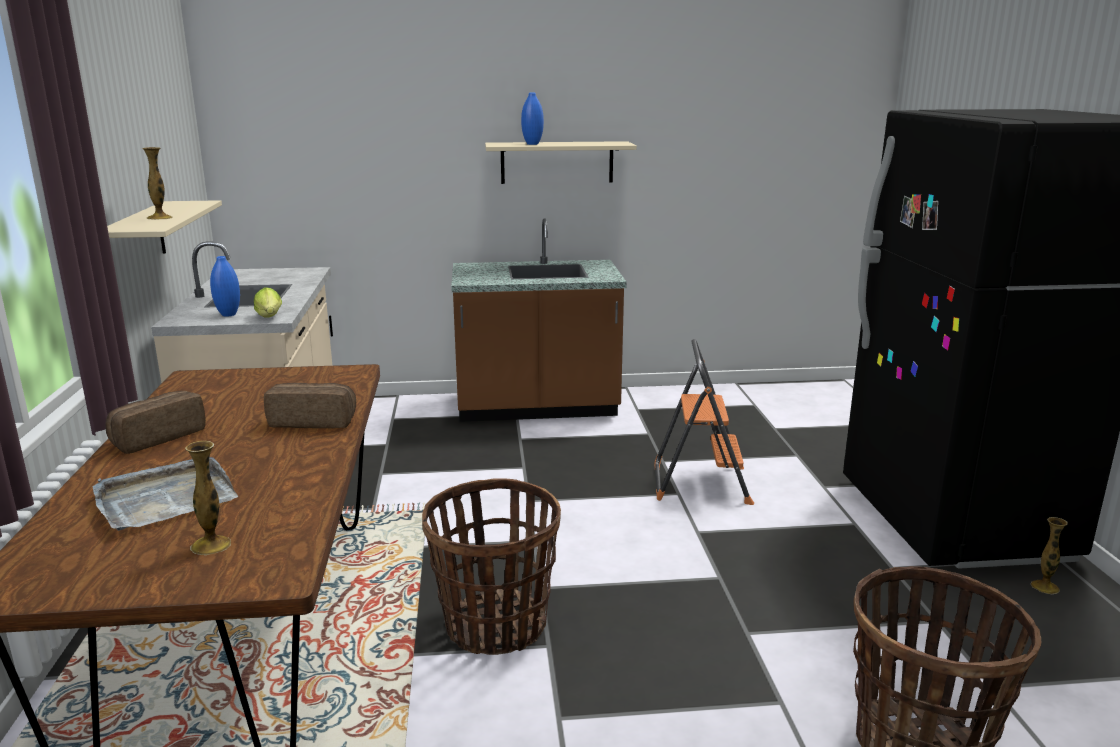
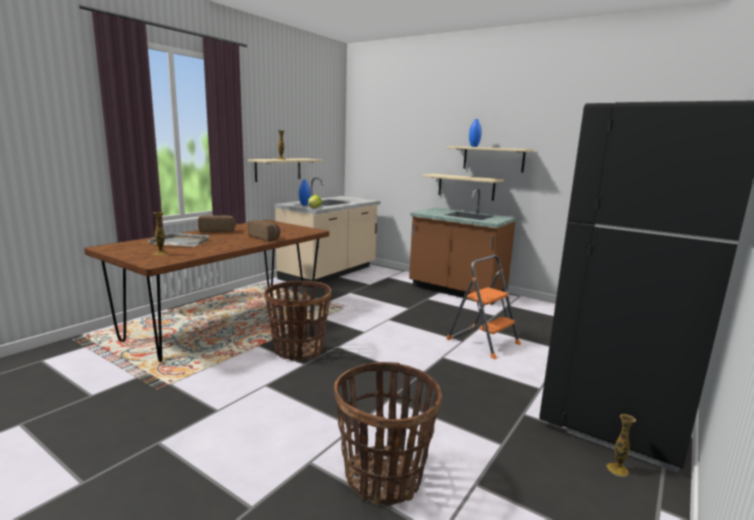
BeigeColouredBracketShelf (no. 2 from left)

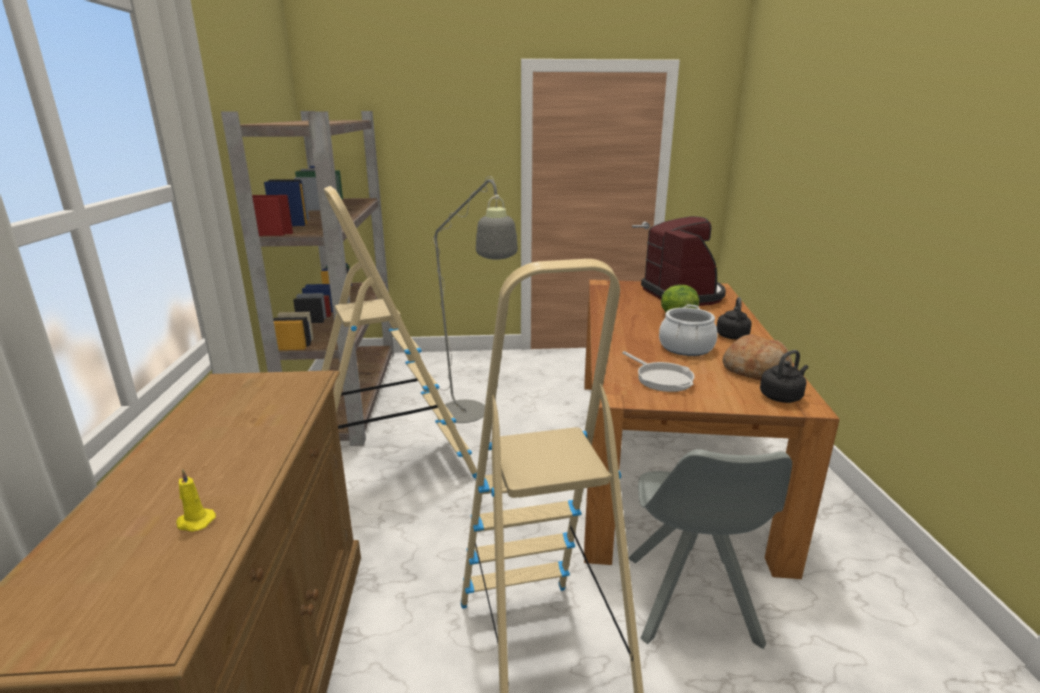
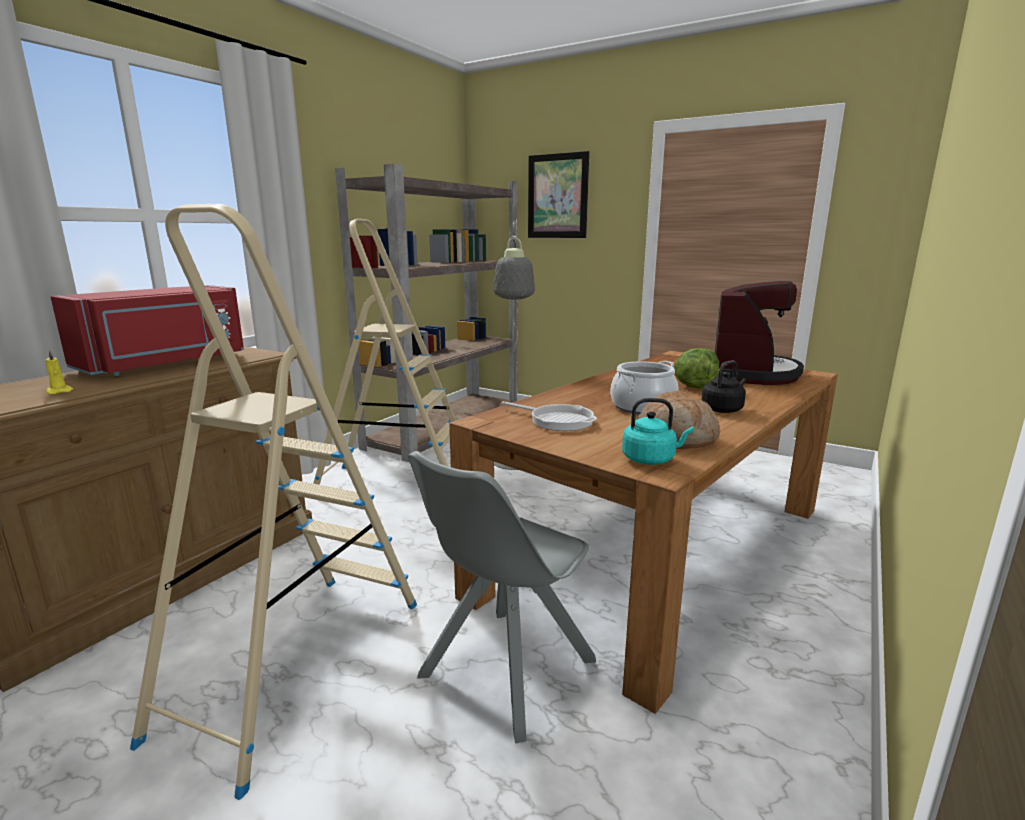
TurquoiseColouredKettle; FryingPan; WallPicture; ReddishKitchenMicrowave

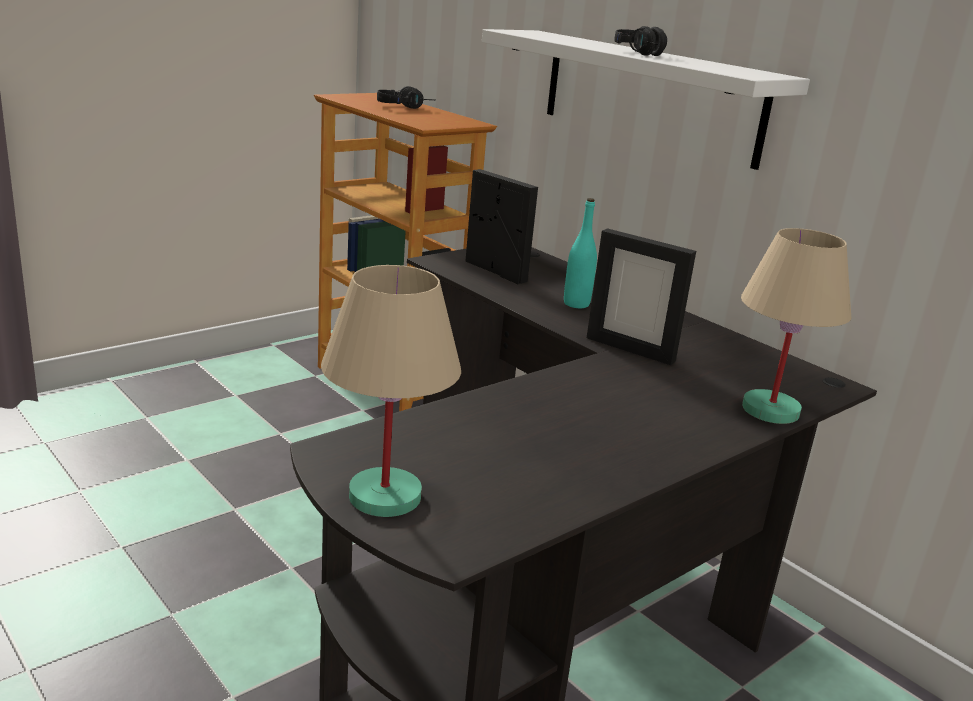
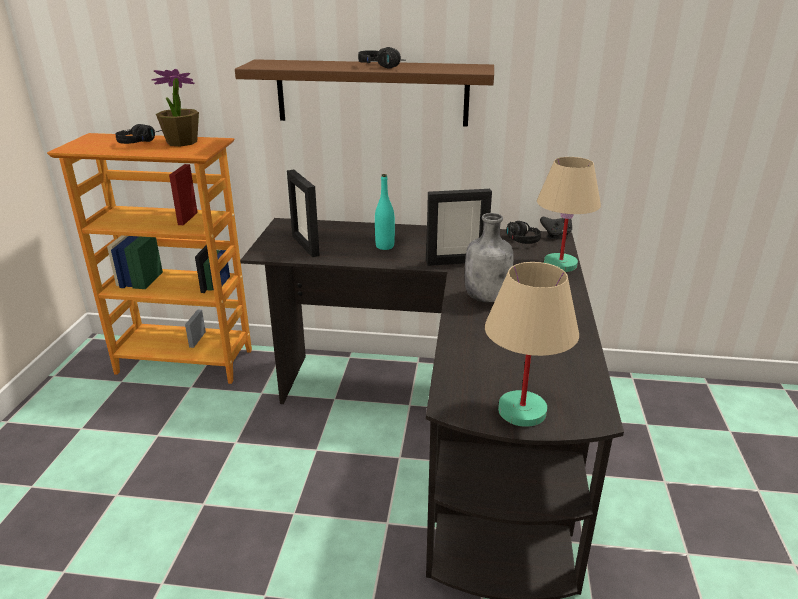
BrownColouredBracketShelf; StandingFrame (no. 1 from left); Houseplant; GreyishDrinkBottle; BlackColouredGameController; BlackColouredPairOfHeadphones (no. 3 from left)

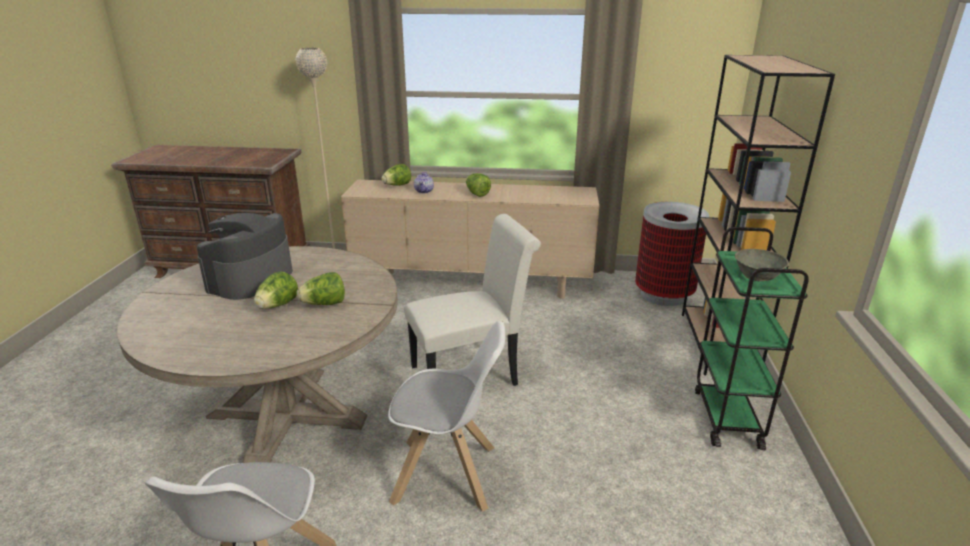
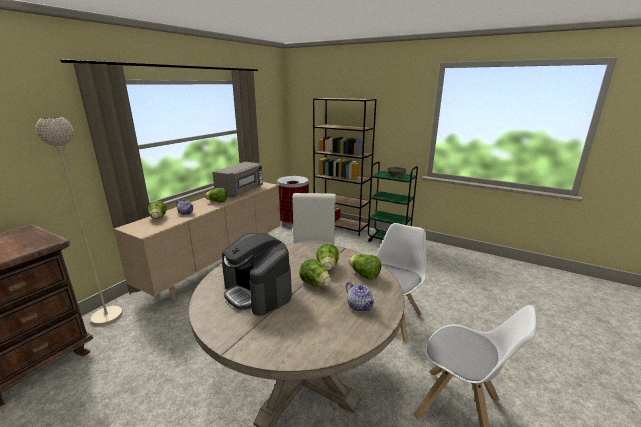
GreyishKitchenMicrowave; HeadOfLettuce (no. 5 from left); Teapot (no. 2 from left)

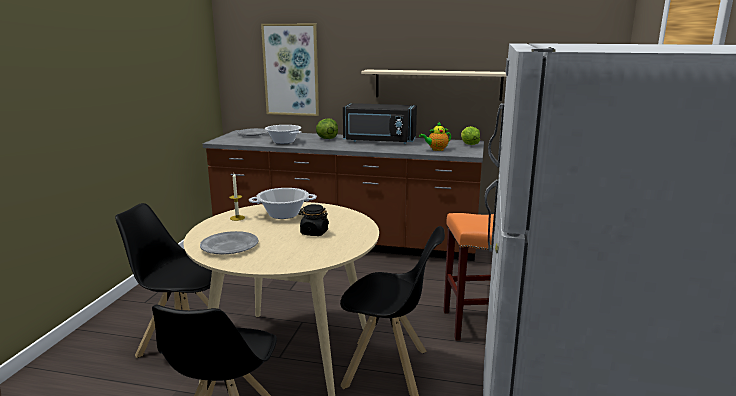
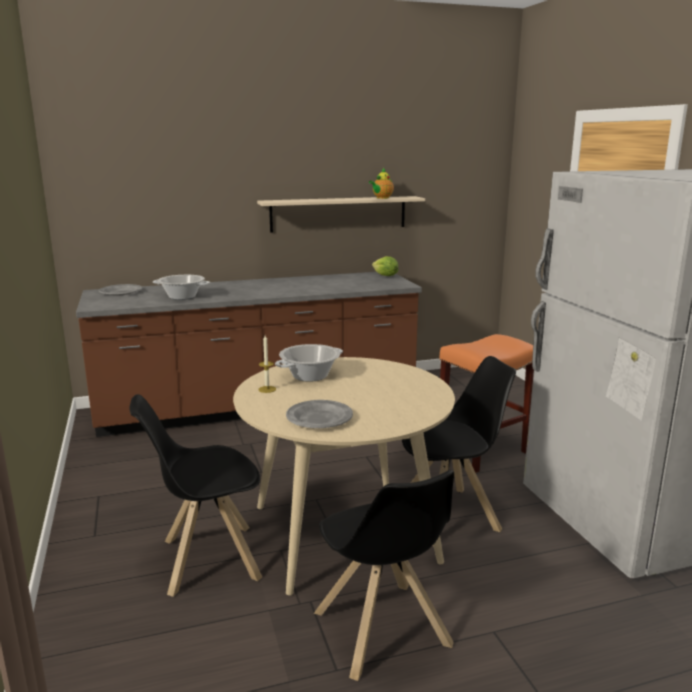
WallPicture; BlackColouredKitchenMicrowave; HeadOfLettuce (no. 1 from left in the first image); Teapot; BlackColouredPreserveJar

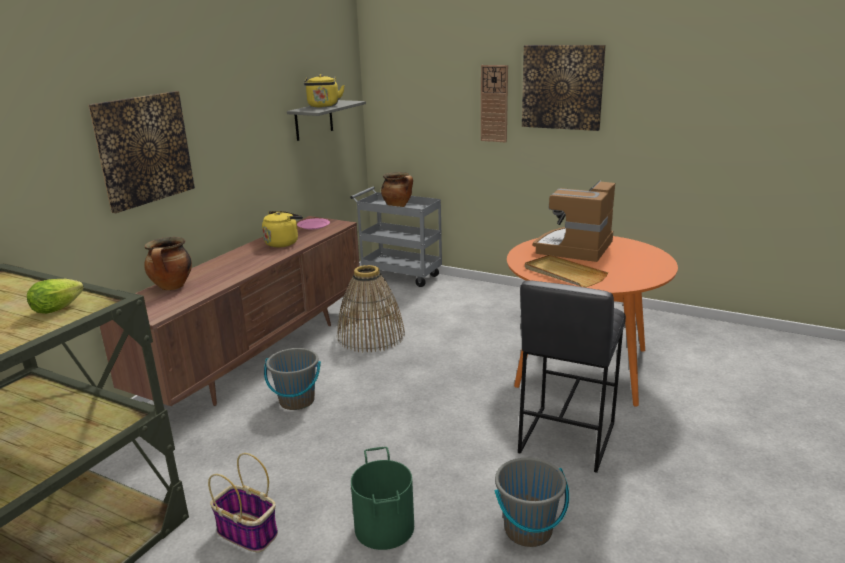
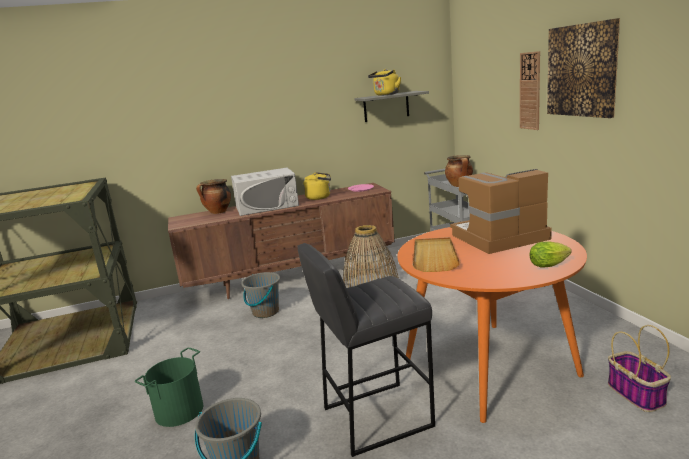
WallPicture (no. 1 from left in the first image); HeadOfLettuce; StorageBasket (no. 2 from left); WhitishKitchenMicrowave

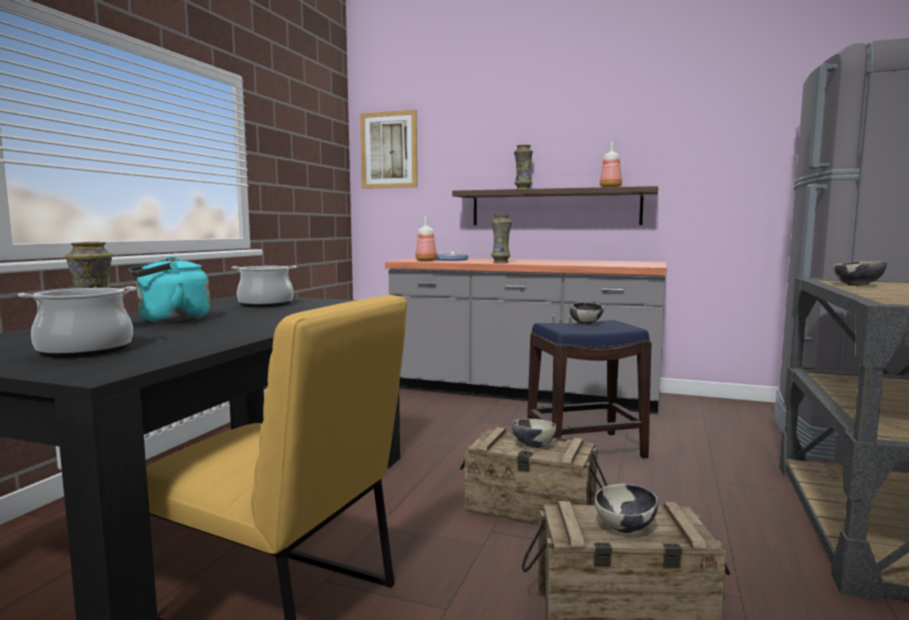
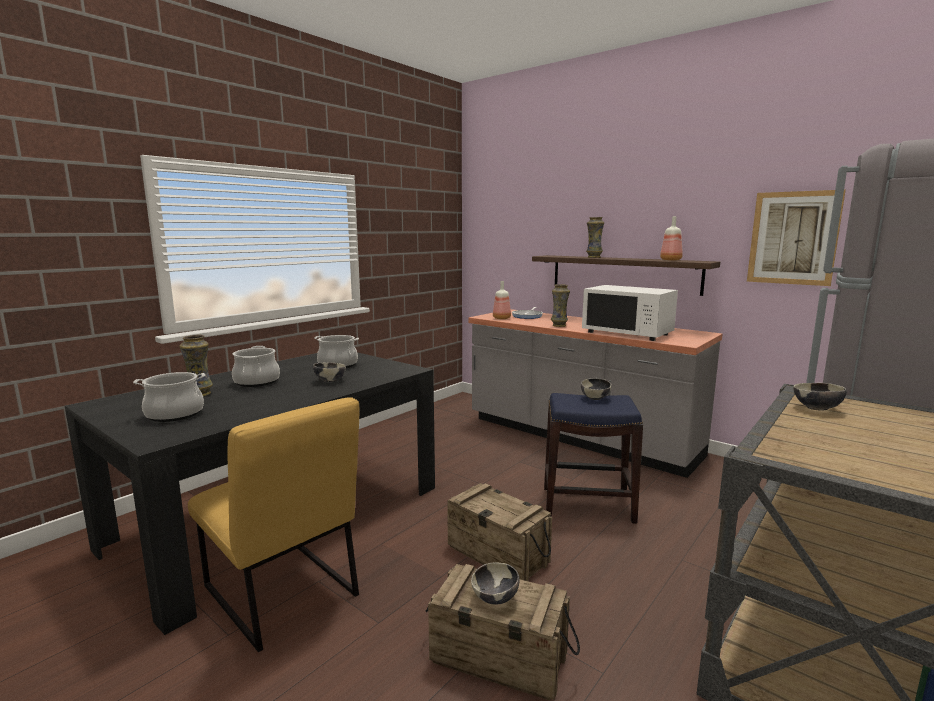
WallPicture; Stockpot (no. 2 from left); Bowl (no. 1 from left); WhitishKitchenMicrowave

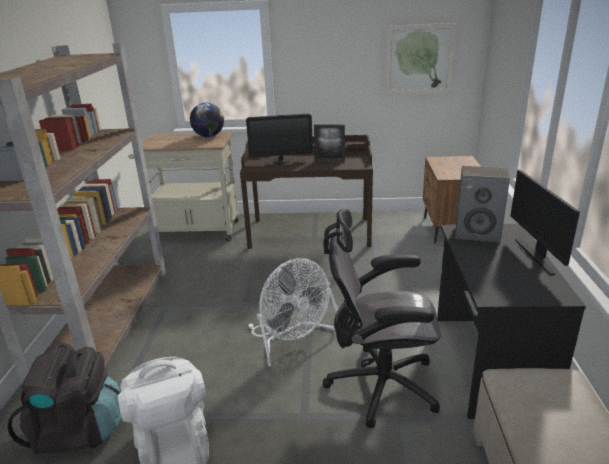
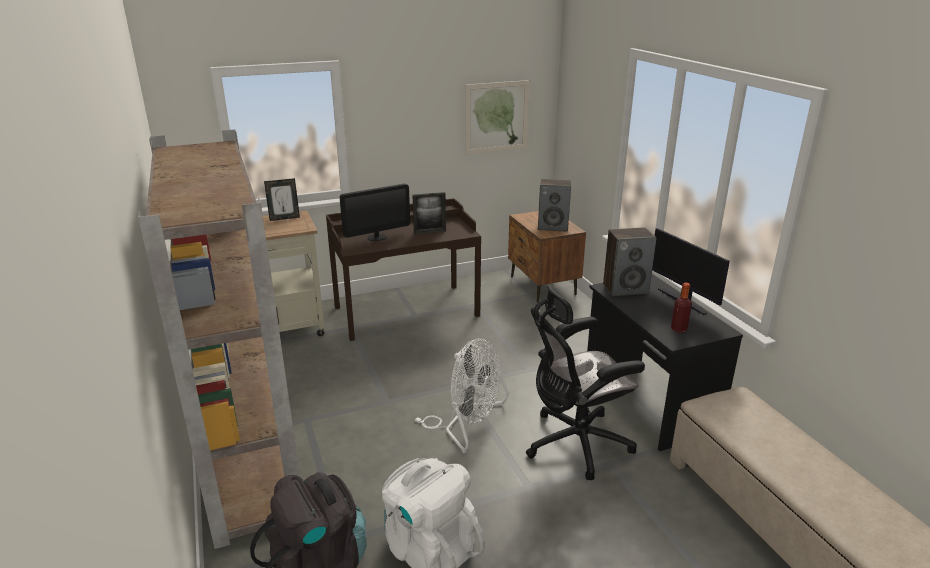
StandingFrame (no. 1 from left); AudioSpeaker (no. 1 from left); DrinkBottle

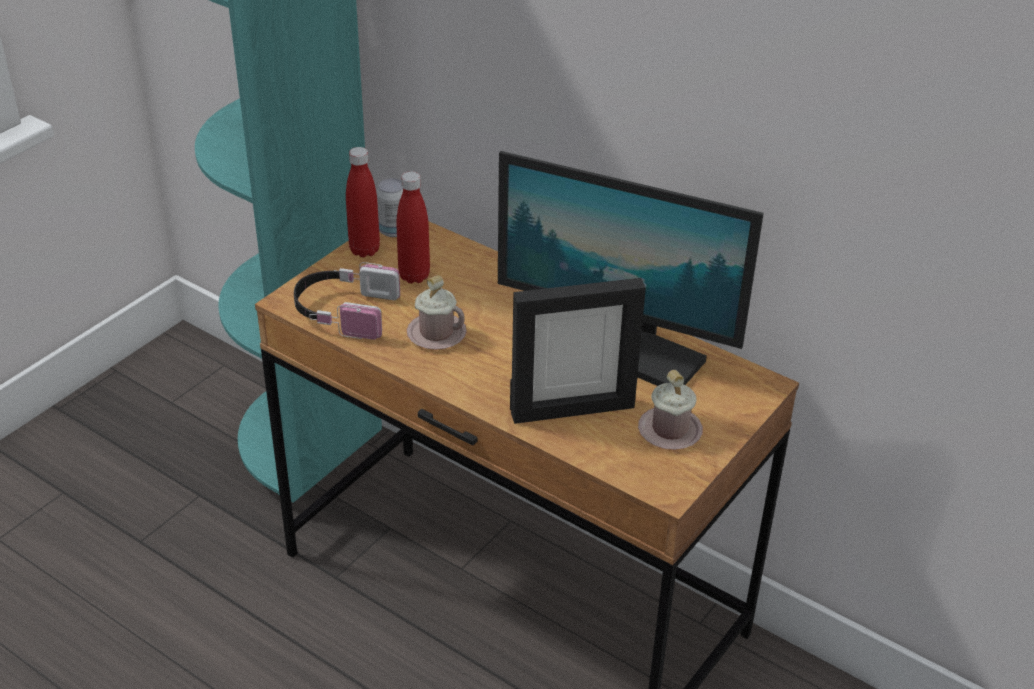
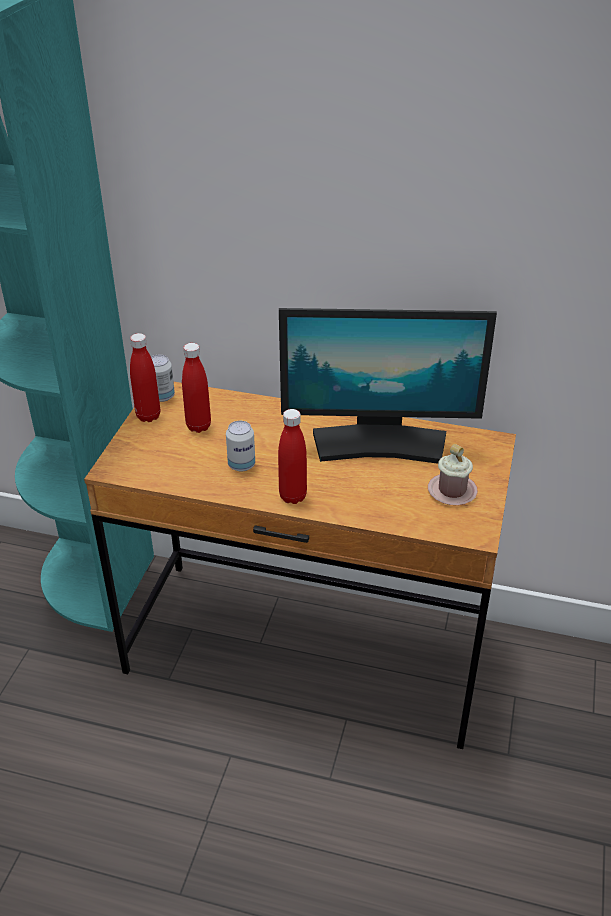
PairOfHeadphones; MetalCan (no. 2 from left); StandingFrame; ReddishDrinkBottle (no. 3 from left)

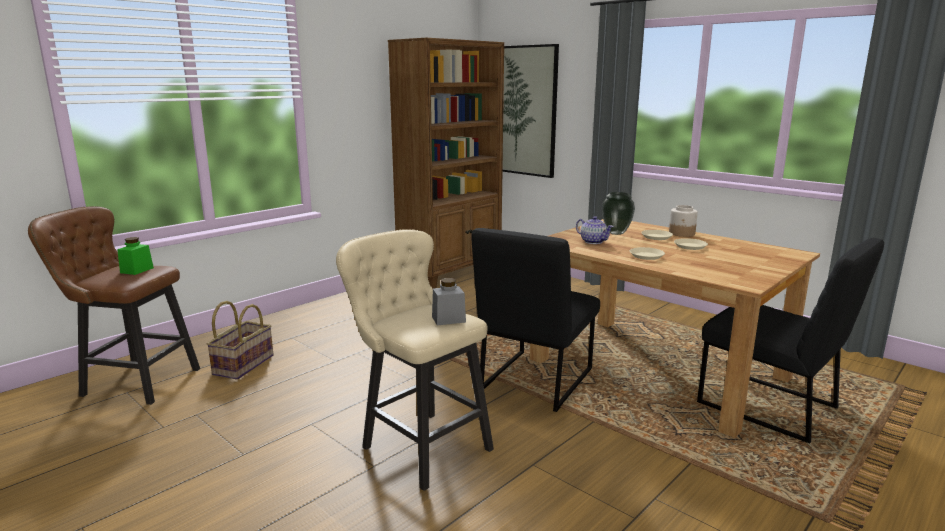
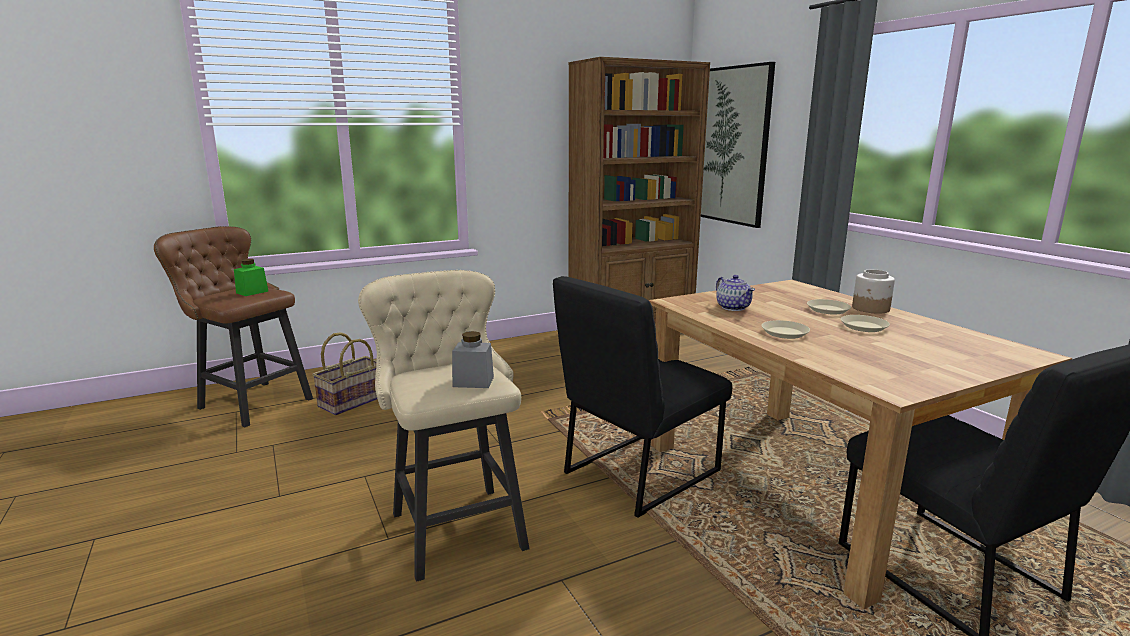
DecorativeVase

